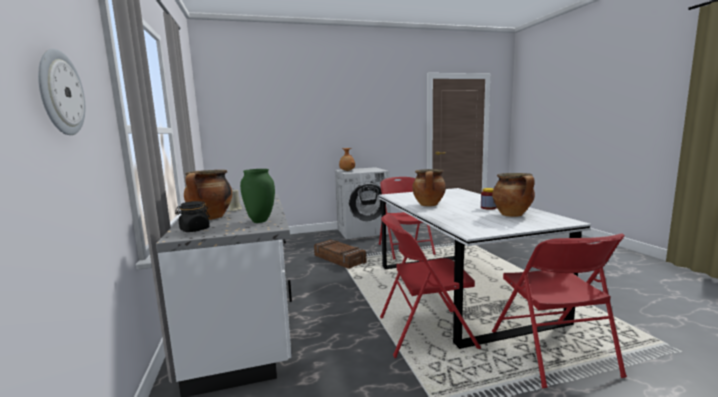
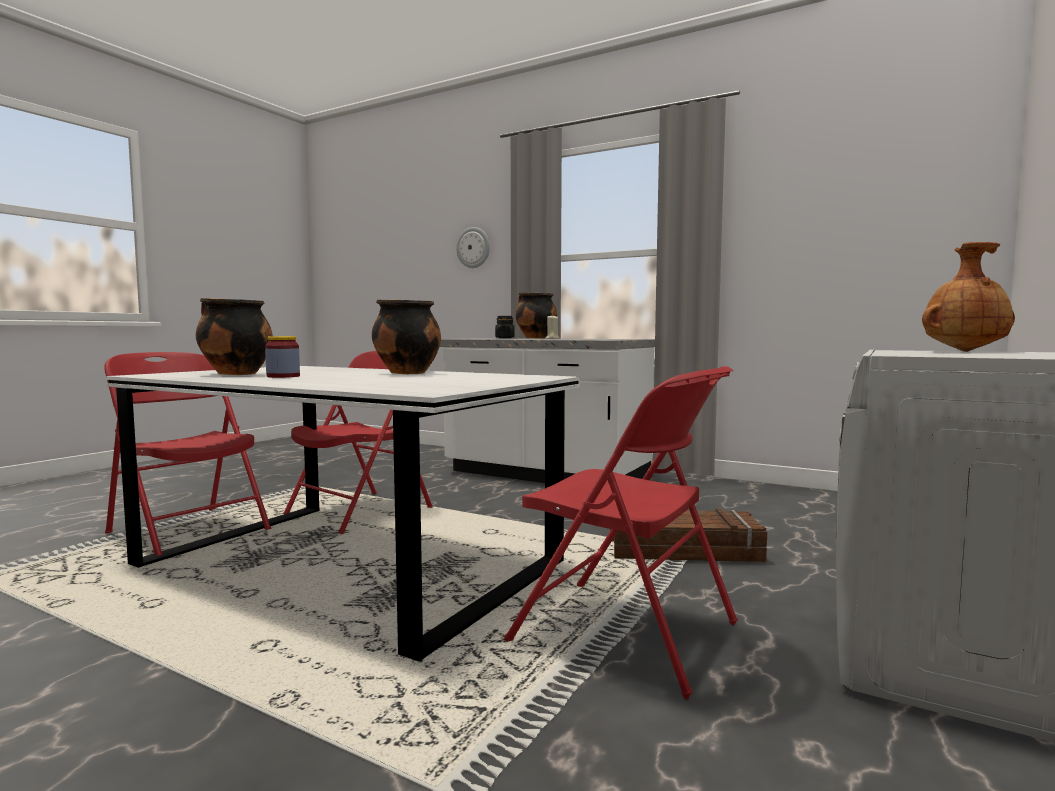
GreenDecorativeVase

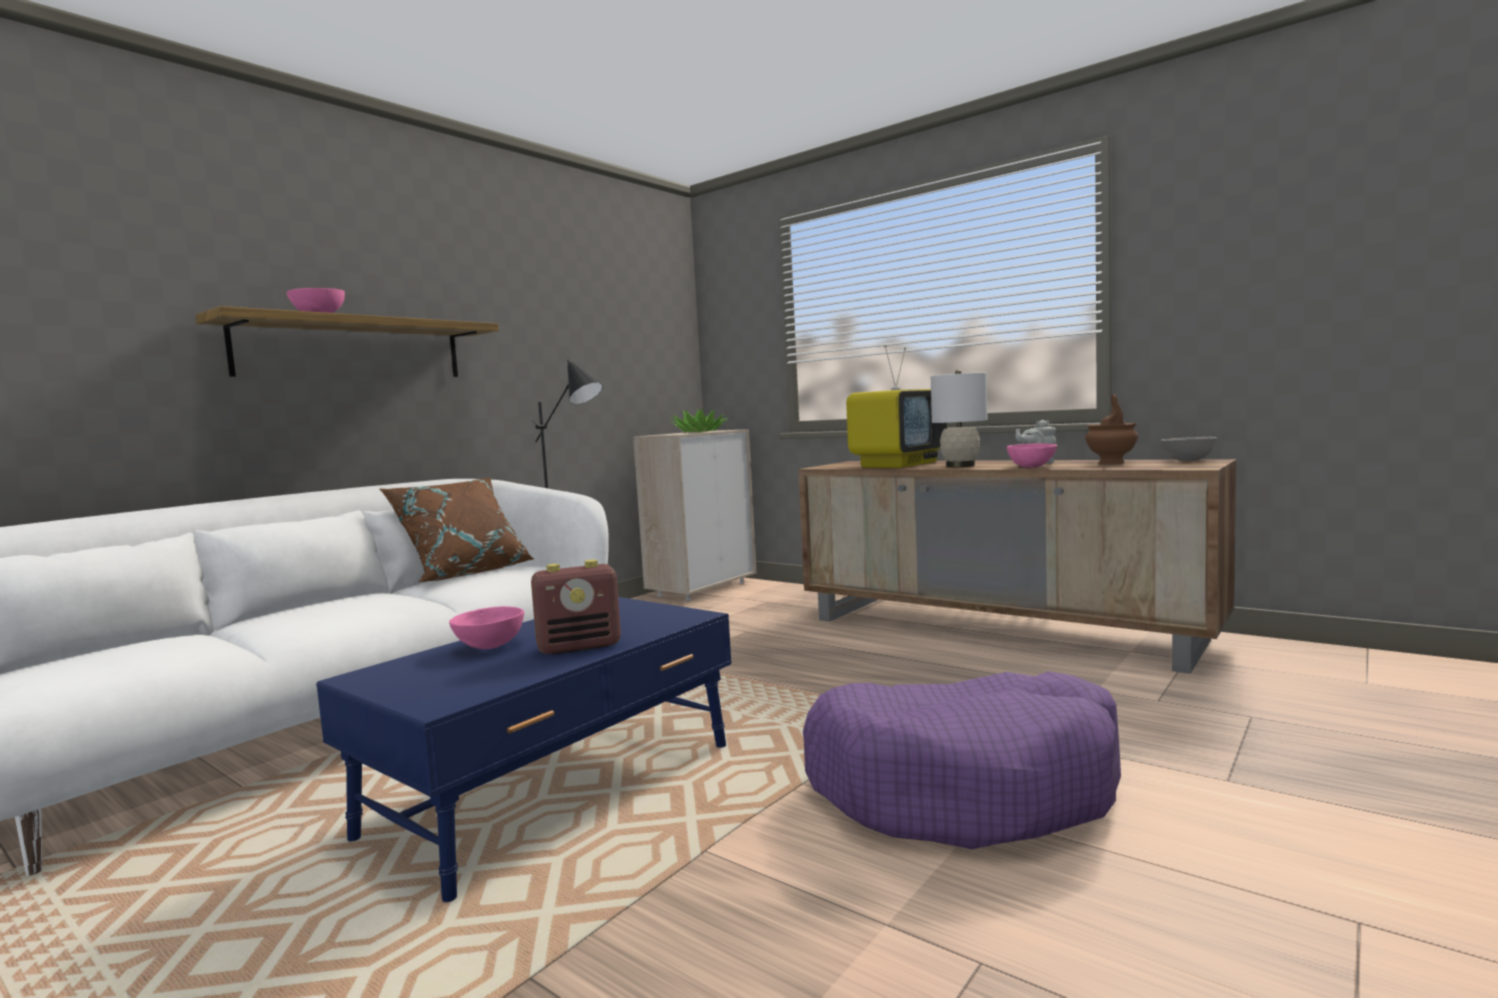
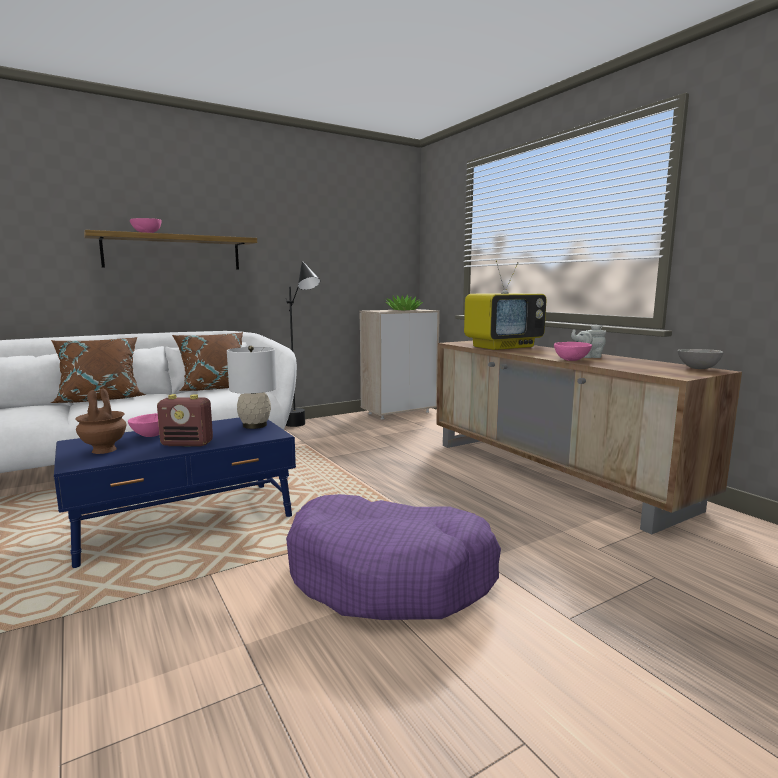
WhitishLampForATable; BrownColouredDecorativeVase; BrownColouredPillow (no. 1 from left)

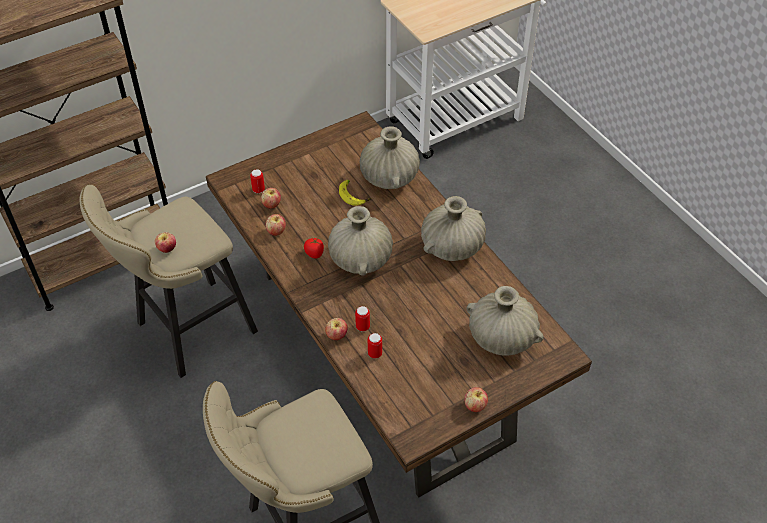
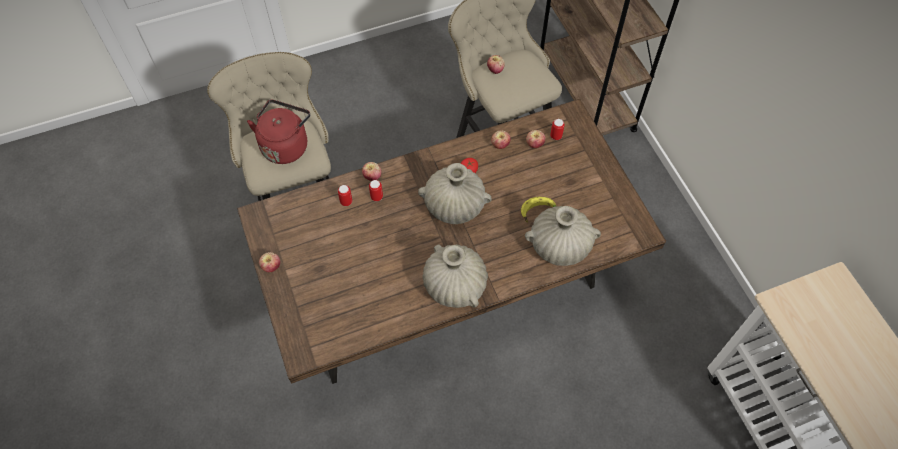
BeigeColouredDecorativeVase (no. 4 from left in the first image); ReddishKettle

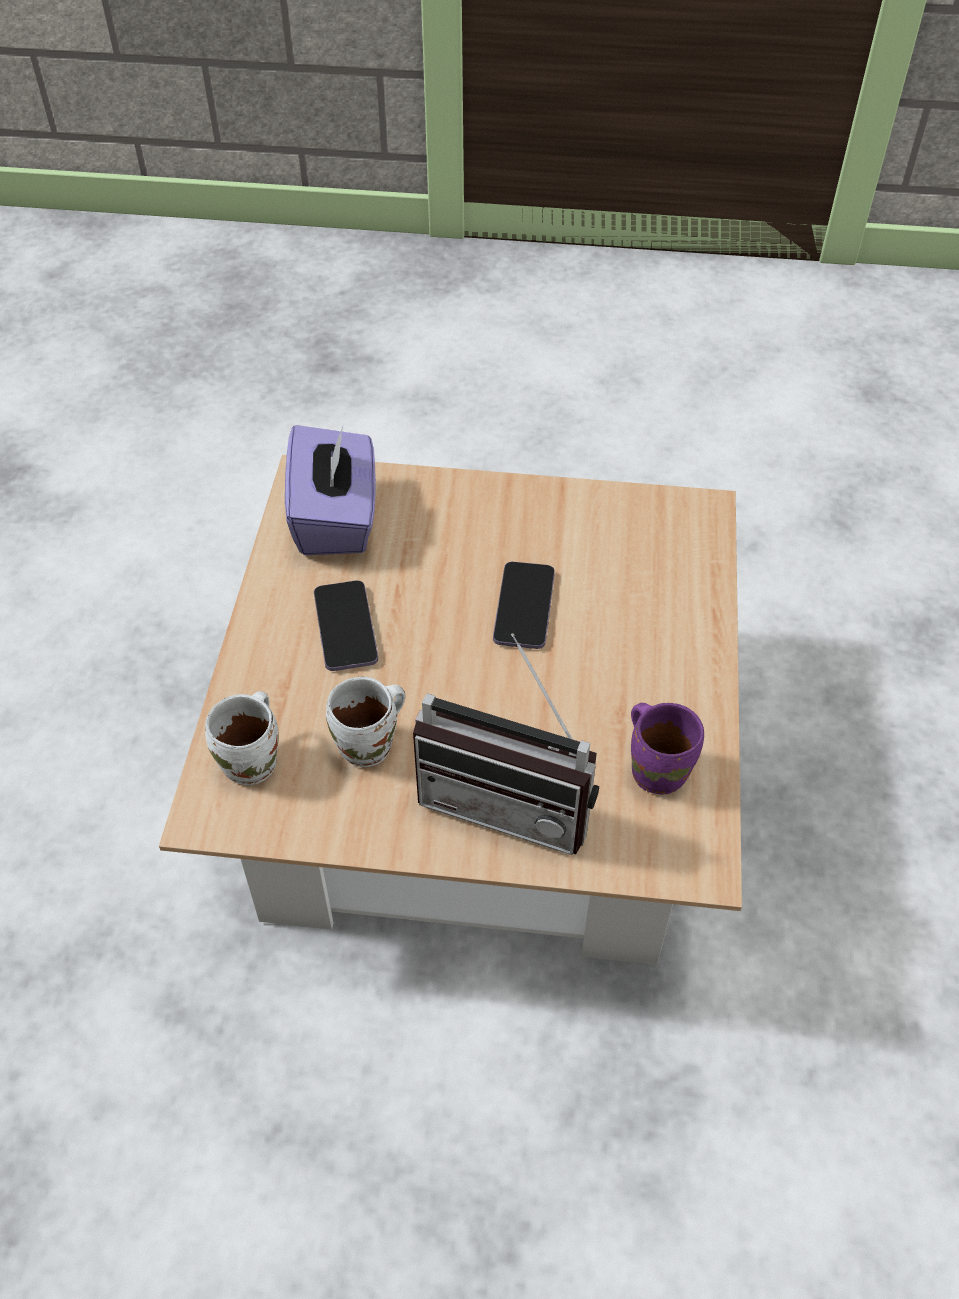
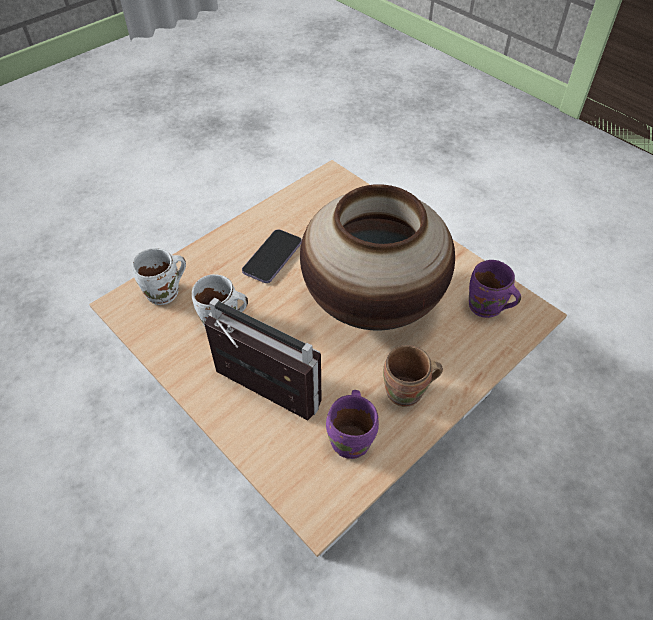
PurpleTissueHolder; DecorativeVase; RadioSet; PurpleTeaMug (no. 2 from left); BrownColouredTeaMug

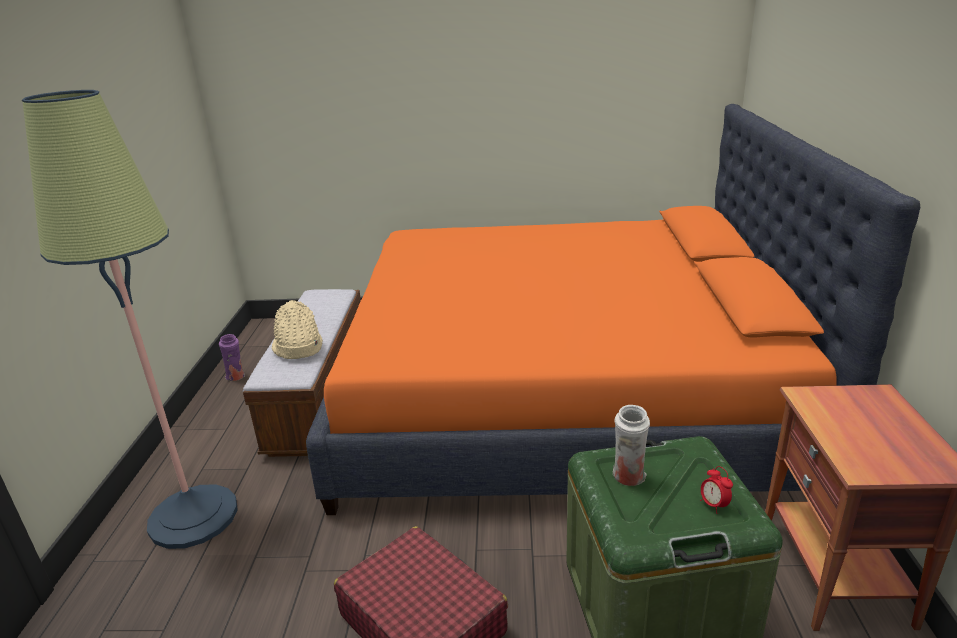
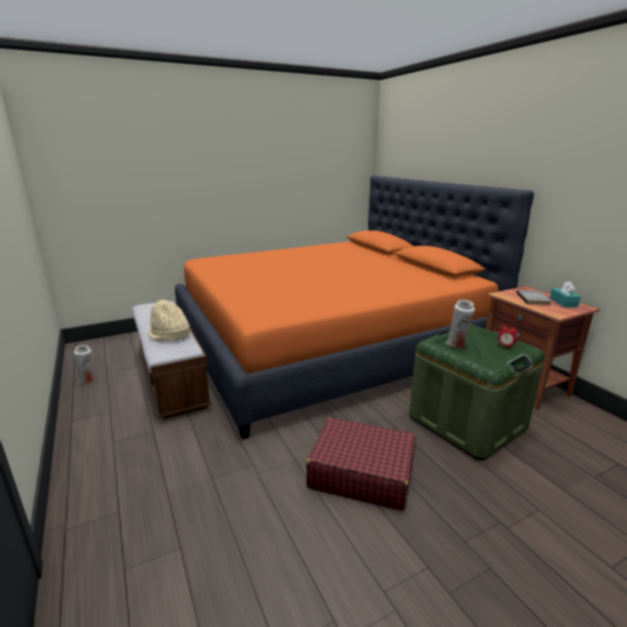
FloorLamp; WhitishDecorativeVase (no. 1 from left); TurquoiseColouredTissueHolder; GreyishBoundBook

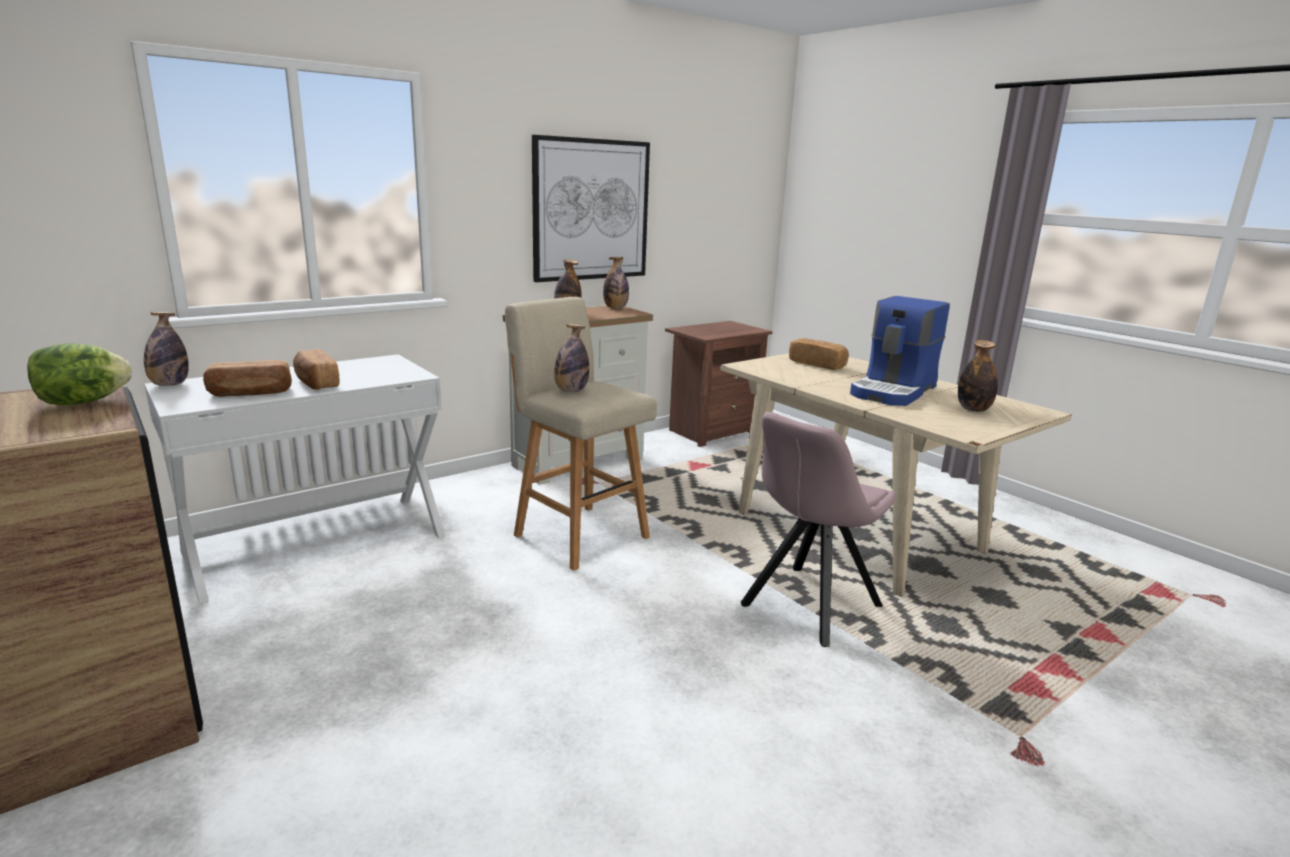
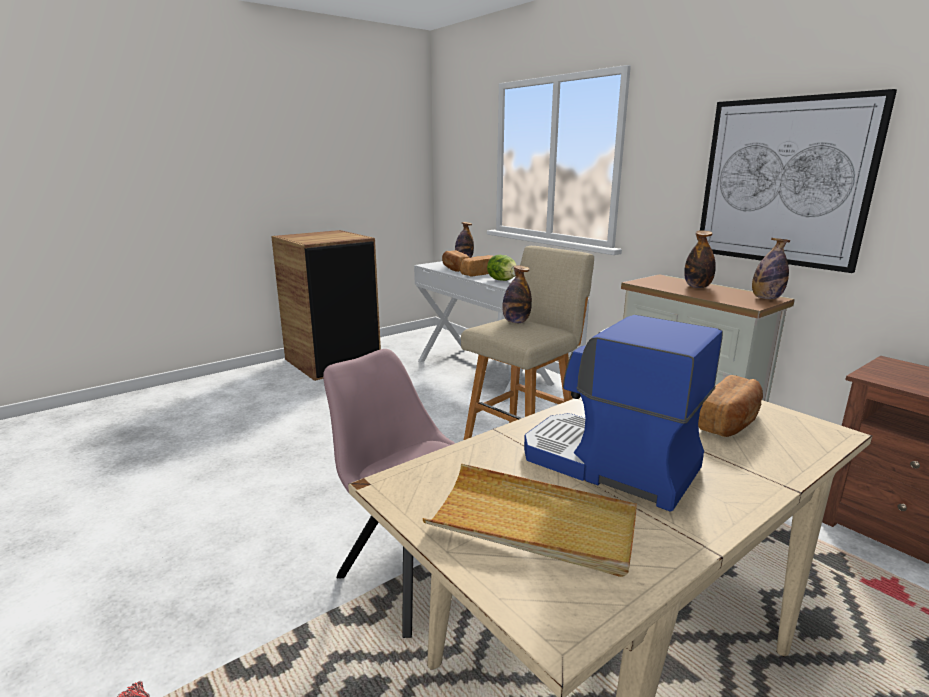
BeigeColouredCarryingTray; HeadOfLettuce

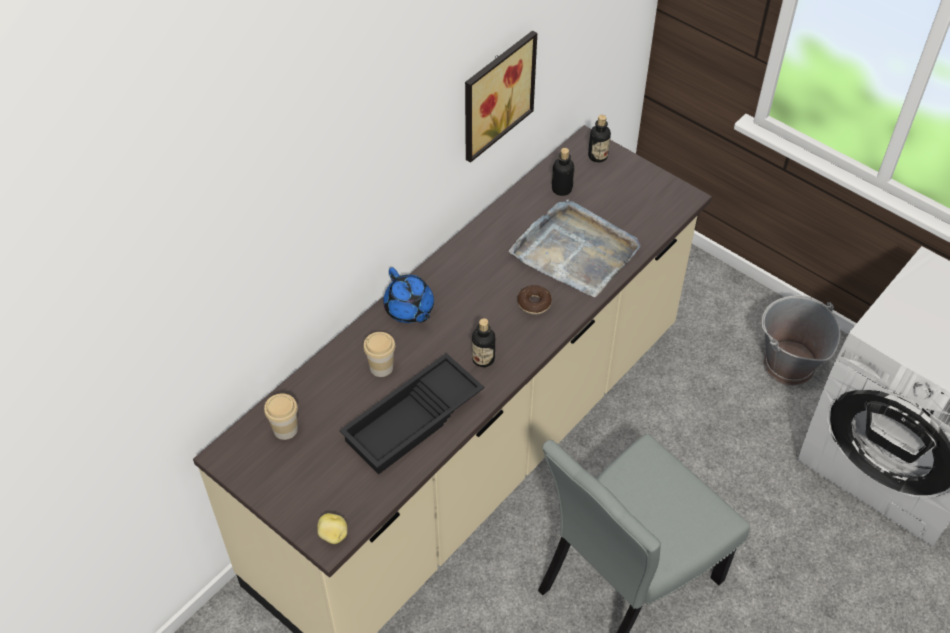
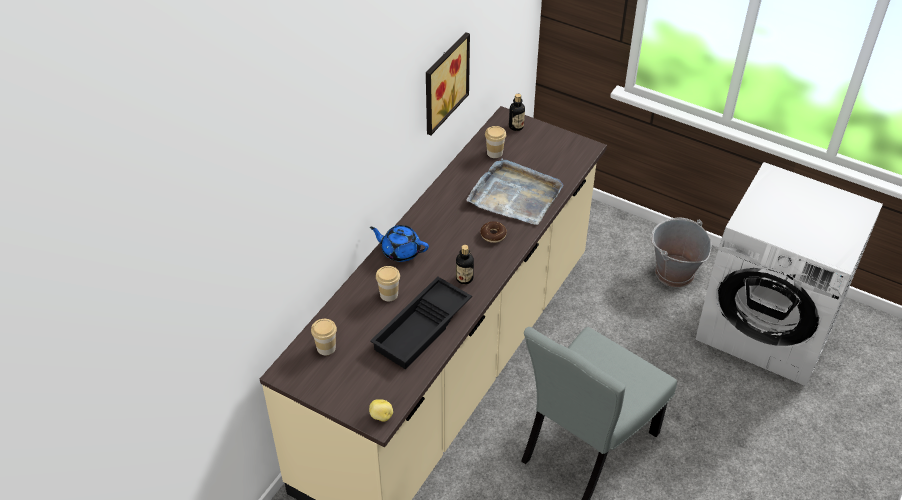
DrinkingCup (no. 3 from left); BluishTeapot

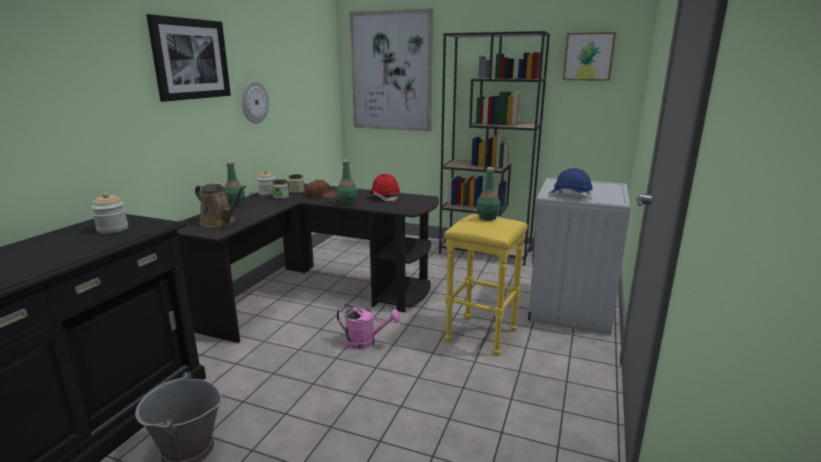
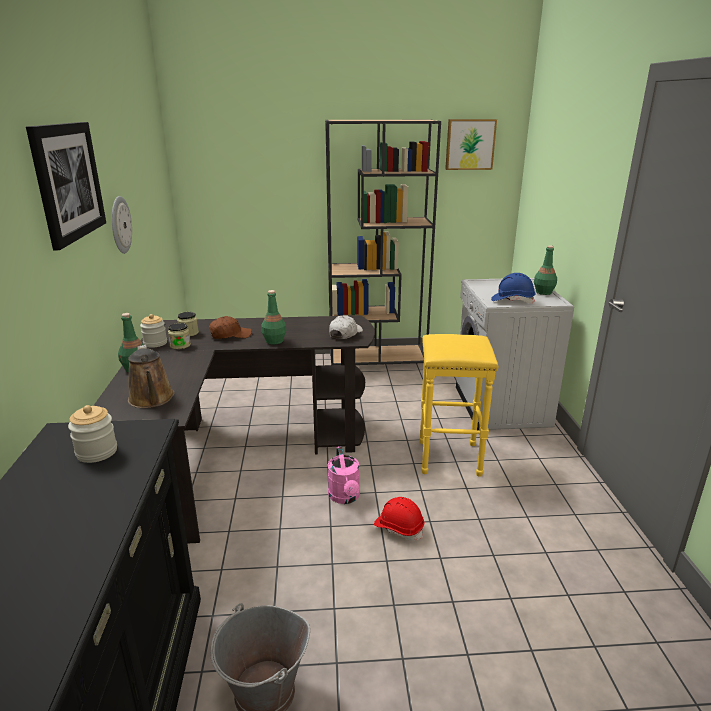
WallPicture (no. 2 from left in the first image); GreenDrinkBottle (no. 3 from left); ReddishHardHat; BrownColouredSprinklingCan; PinkishSprinklingCan; WhitishBaseballCap

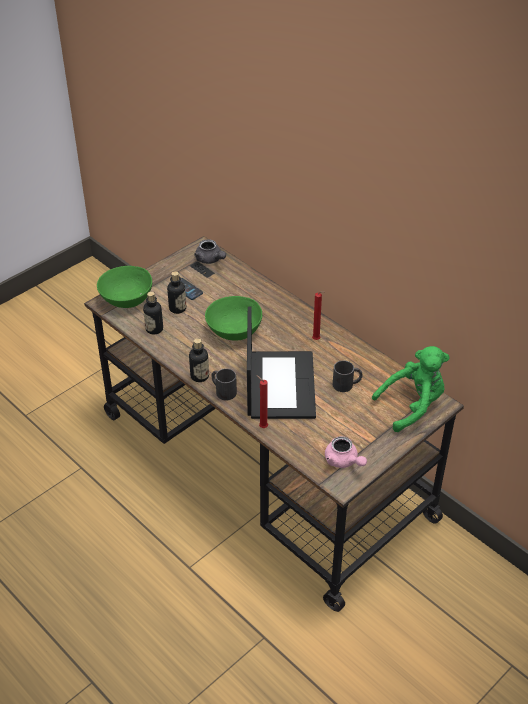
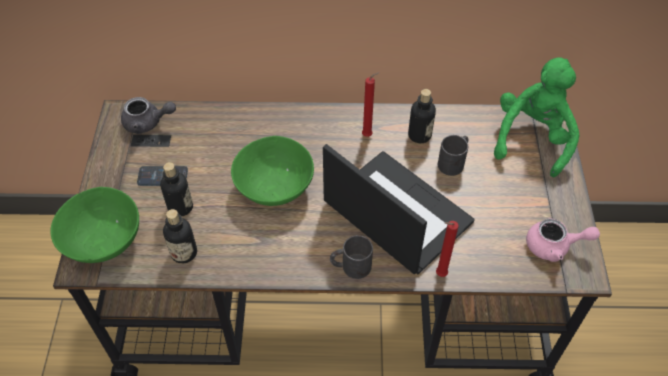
DrinkBottle (no. 3 from left)

